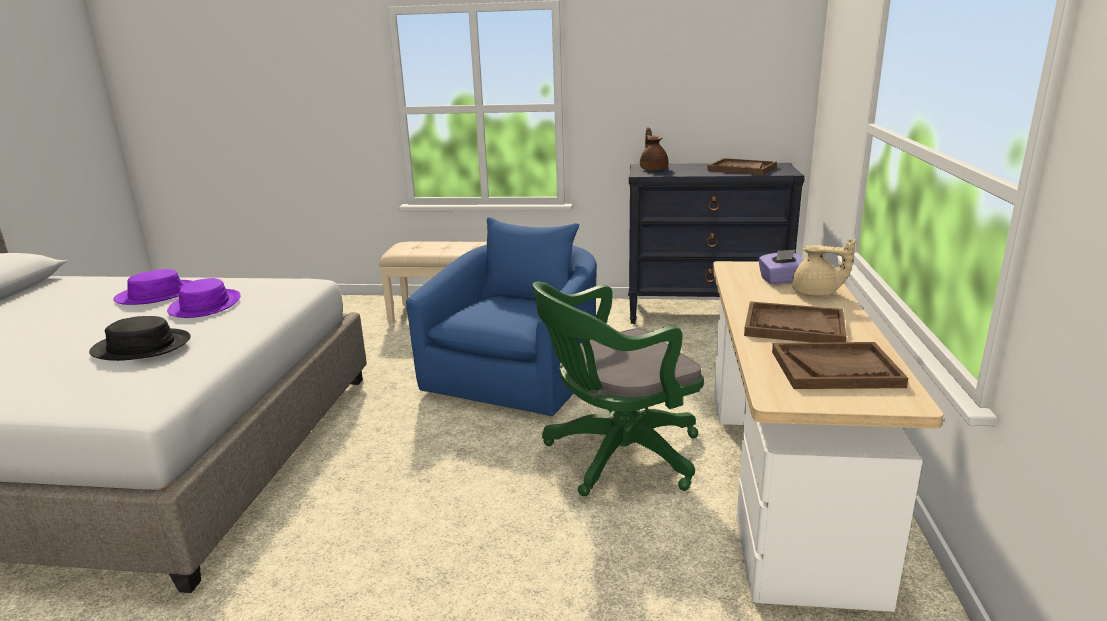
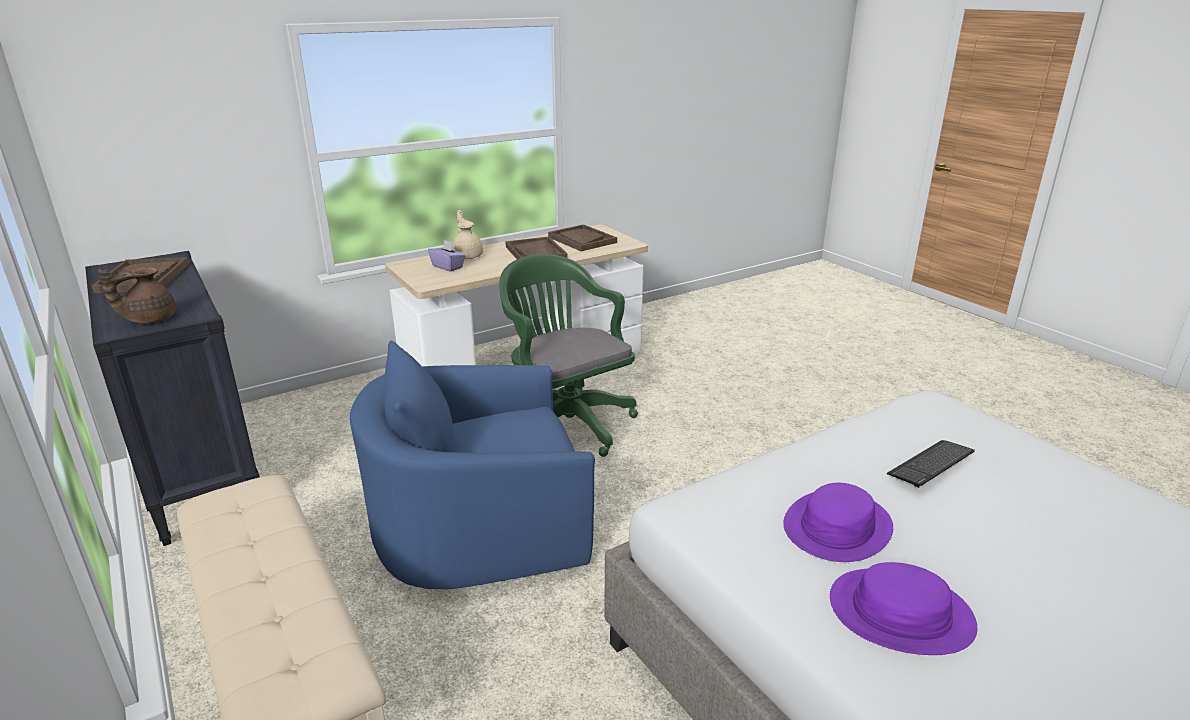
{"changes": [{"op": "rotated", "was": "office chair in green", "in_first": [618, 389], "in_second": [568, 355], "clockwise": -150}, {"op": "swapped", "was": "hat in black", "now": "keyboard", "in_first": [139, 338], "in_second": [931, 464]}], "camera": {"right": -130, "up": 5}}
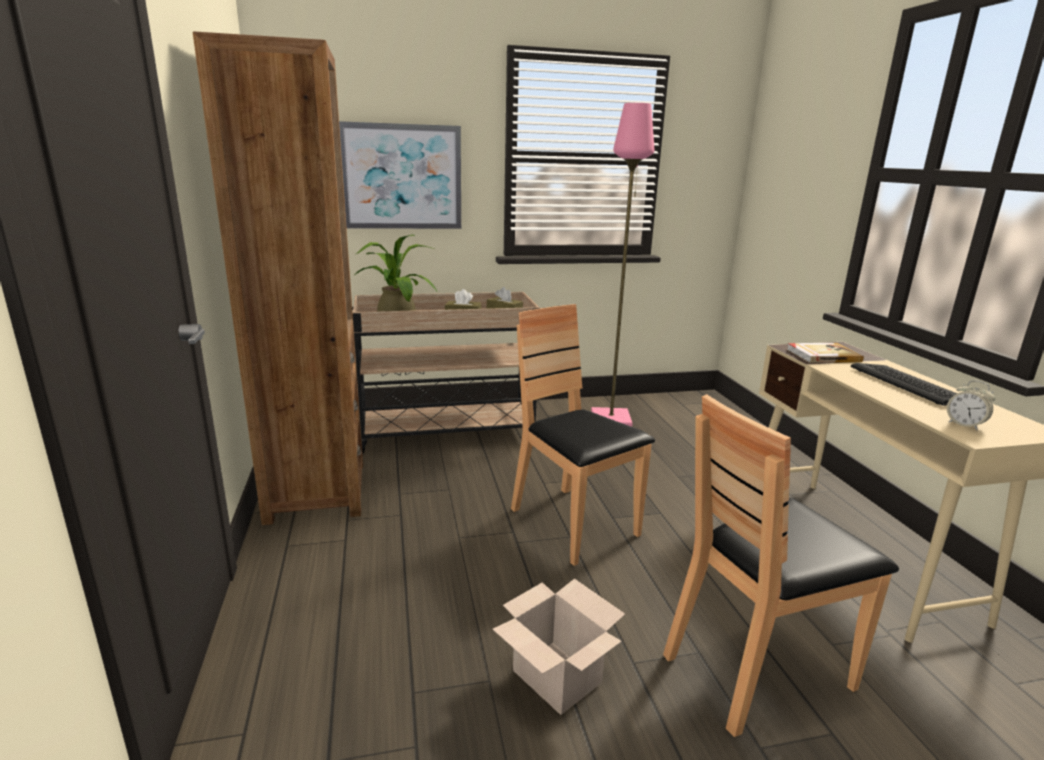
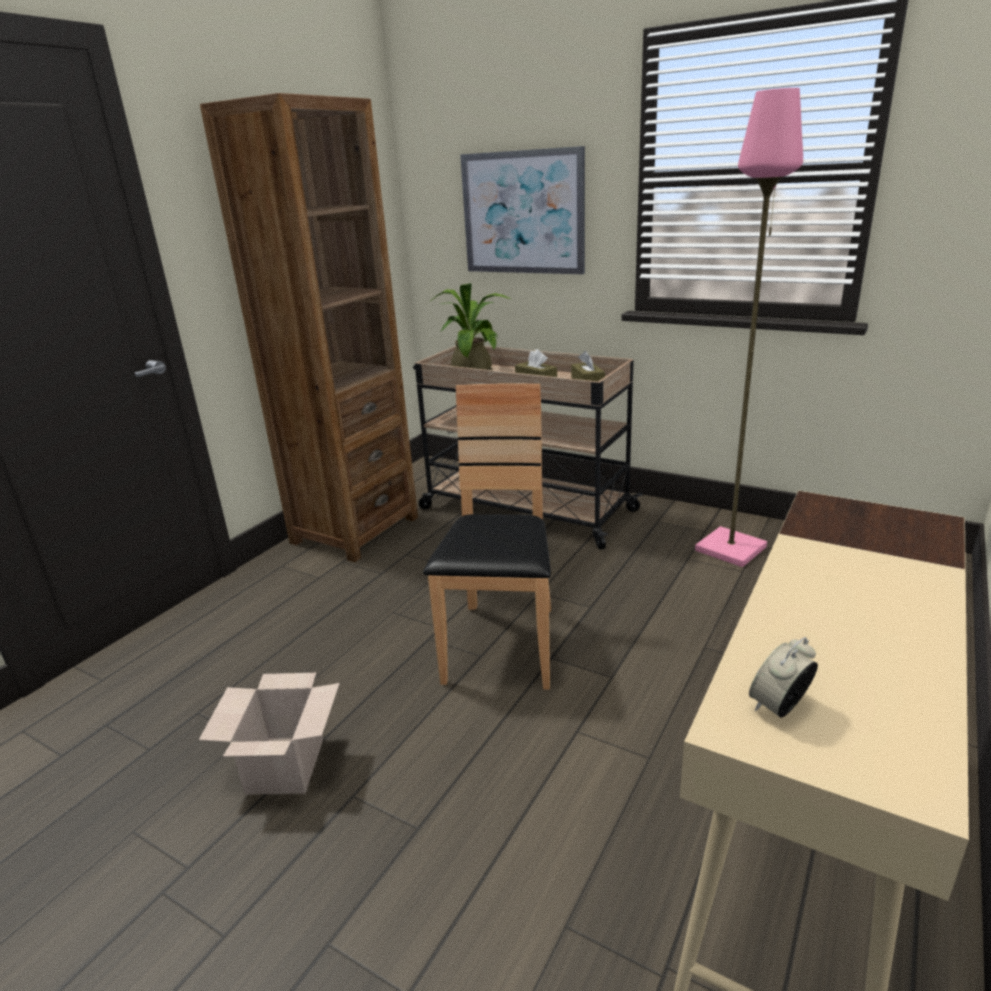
{"changes": [{"op": "gone", "was": "book", "in_first": [825, 353]}, {"op": "gone", "was": "keyboard", "in_first": [903, 384]}, {"op": "rotated", "was": "alarm clock", "in_first": [971, 405], "in_second": [783, 677], "clockwise": 45}, {"op": "gone", "was": "chair in brown", "in_first": [781, 565]}], "camera": {"right": 45, "up": 5}}
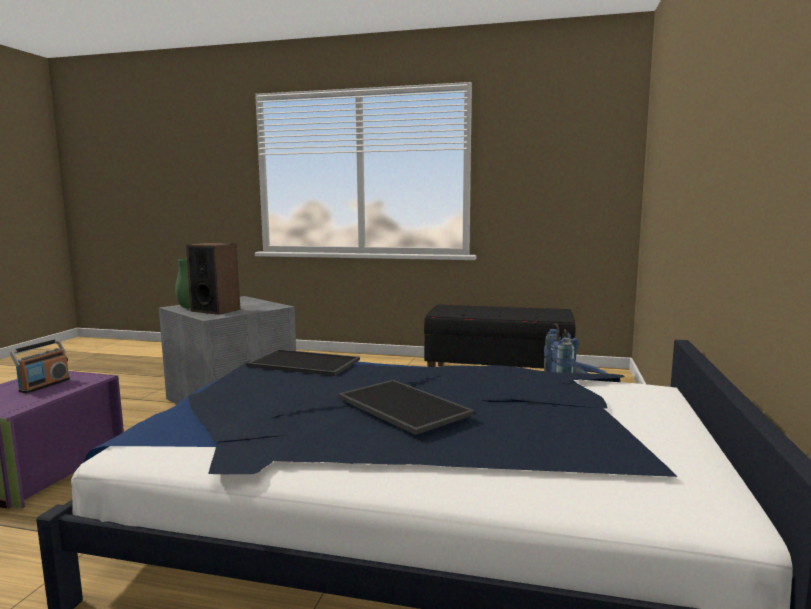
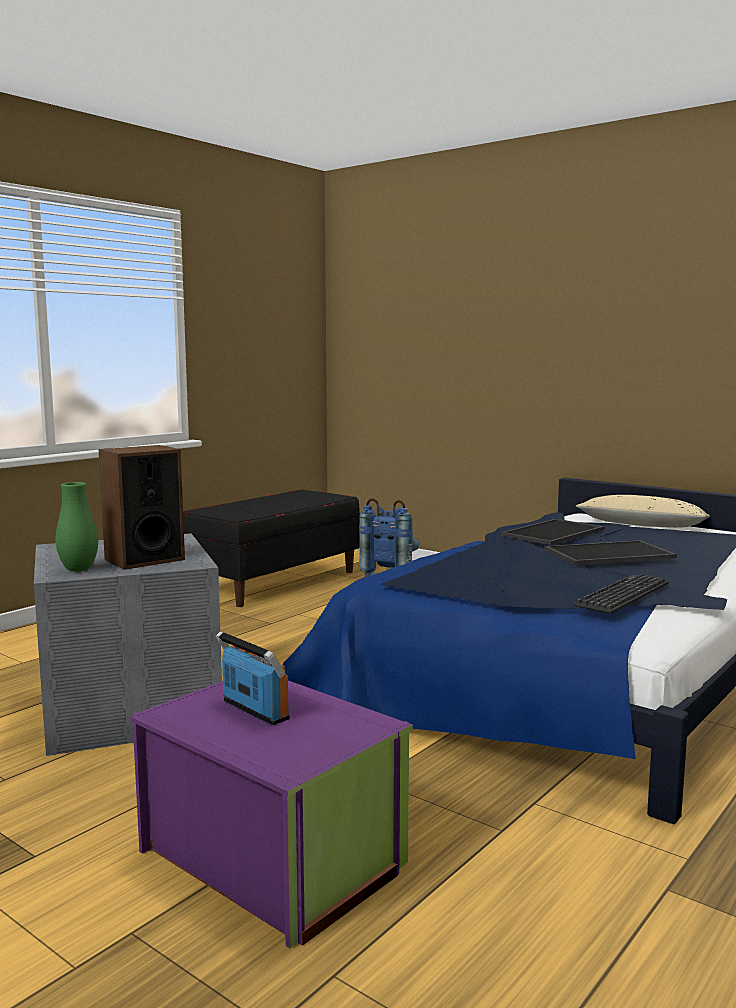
{"changes": [{"op": "shifted", "was": "tray", "in_first": [303, 362], "in_second": [553, 532]}, {"op": "new", "now": "pillow in beige", "in_second": [643, 511]}, {"op": "new", "now": "keyboard", "in_second": [621, 593]}], "camera": {"right": -65, "up": 0}}
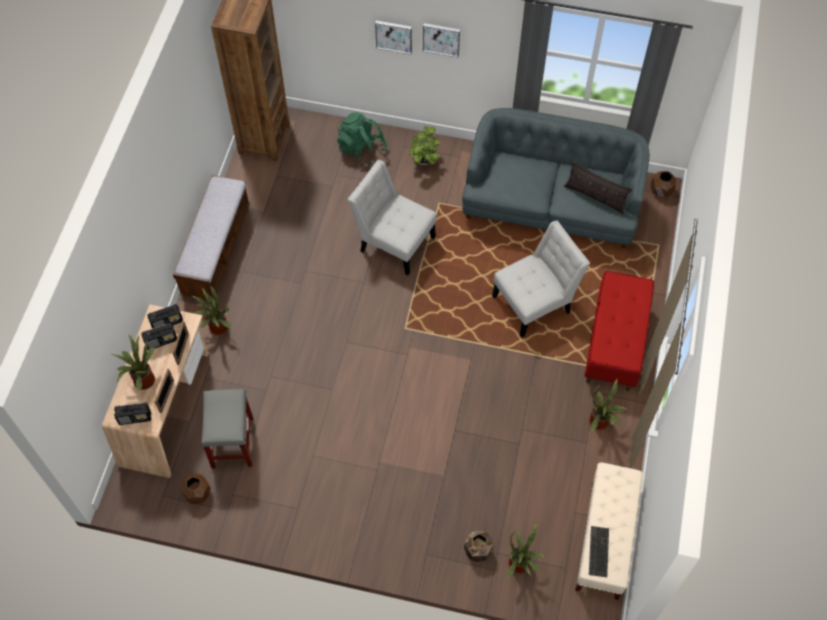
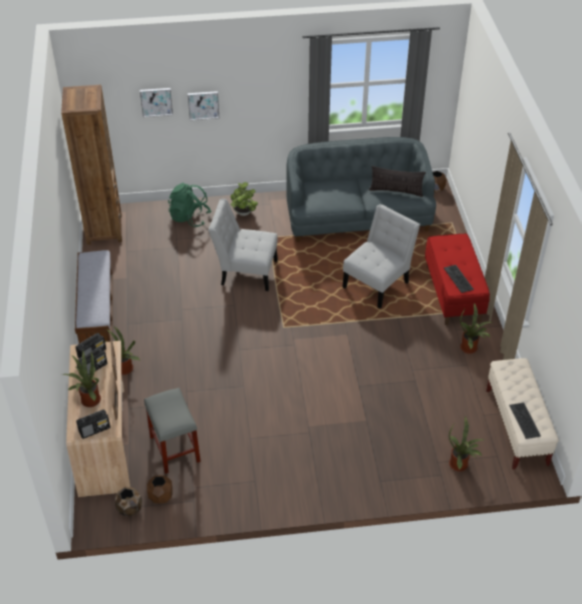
{"changes": [{"op": "shifted", "was": "picture", "in_first": [441, 40], "in_second": [156, 102]}, {"op": "shifted", "was": "planter in brown", "in_first": [479, 546], "in_second": [128, 501]}, {"op": "new", "now": "keyboard", "in_second": [459, 279]}], "camera": {"right": -20, "up": -15}}
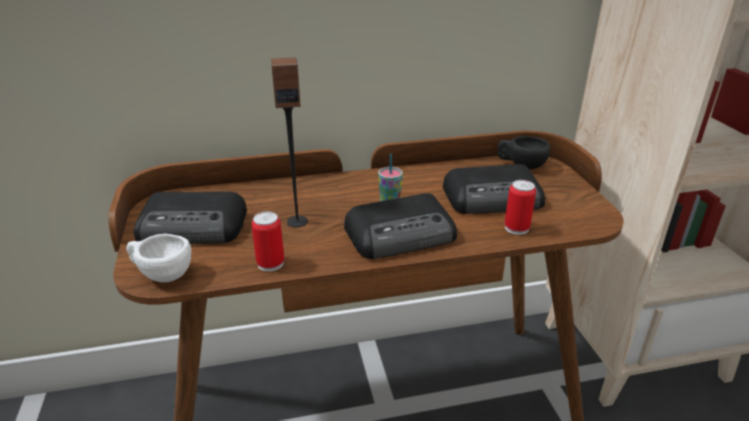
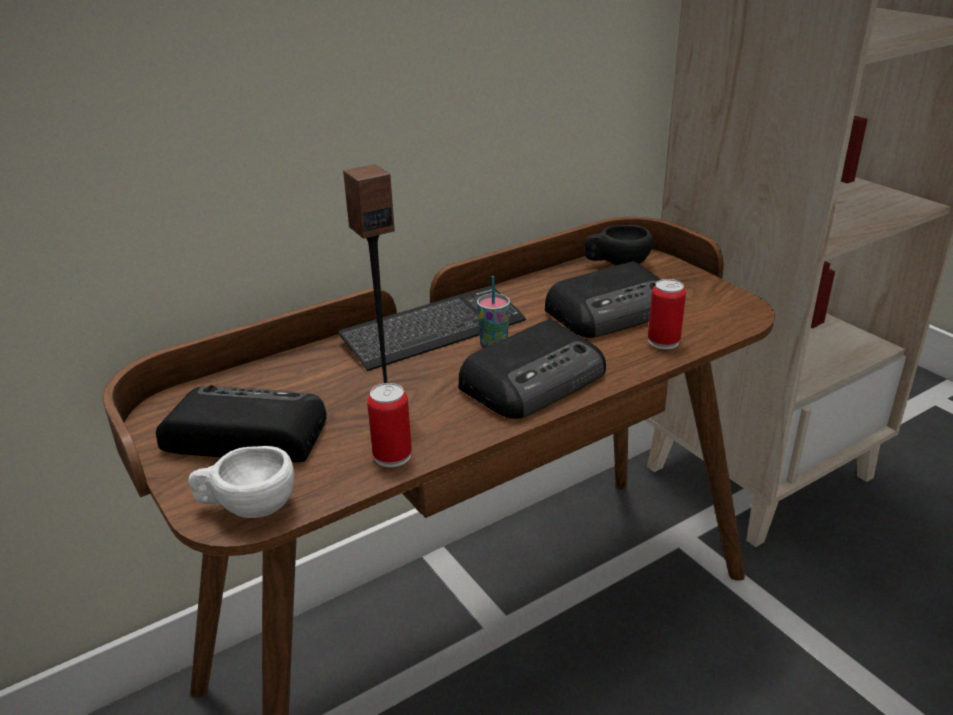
{"changes": [{"op": "rotated", "was": "radio", "in_first": [190, 218], "in_second": [241, 423], "clockwise": -150}, {"op": "new", "now": "keyboard", "in_second": [432, 328]}], "camera": {"right": -20, "up": 0}}
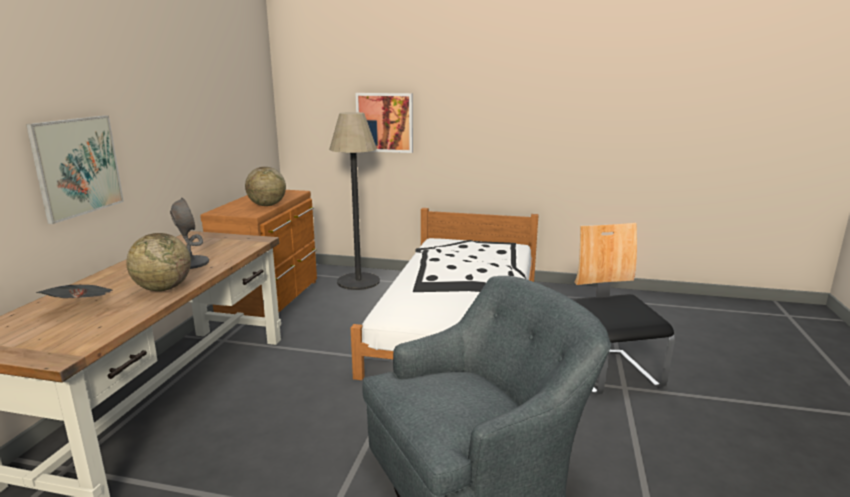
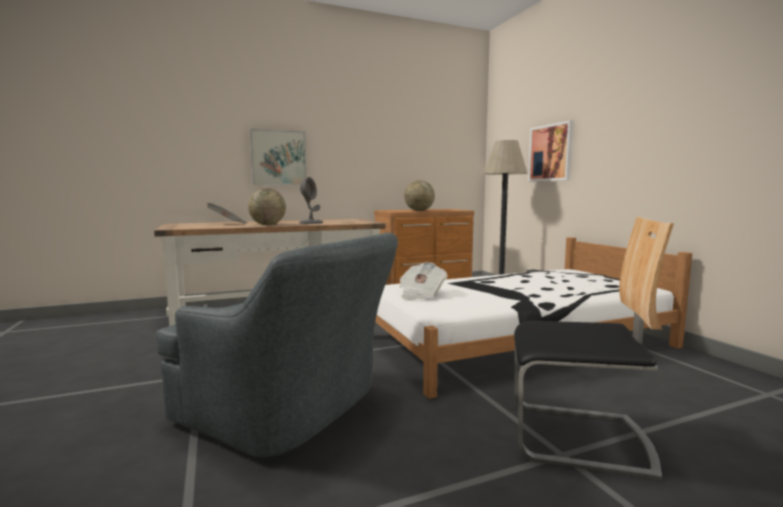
{"changes": [{"op": "rotated", "was": "chair", "in_first": [624, 309], "in_second": [594, 348], "clockwise": 60}, {"op": "new", "now": "newspaper", "in_second": [423, 281]}], "camera": {"right": 55, "up": -10}}
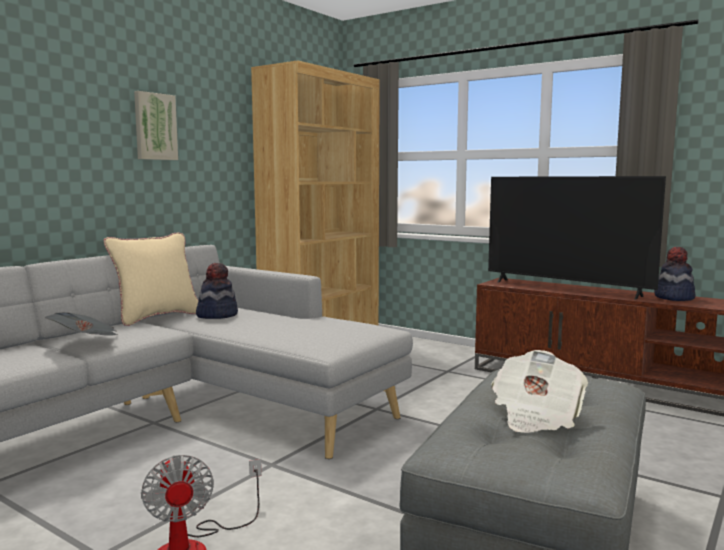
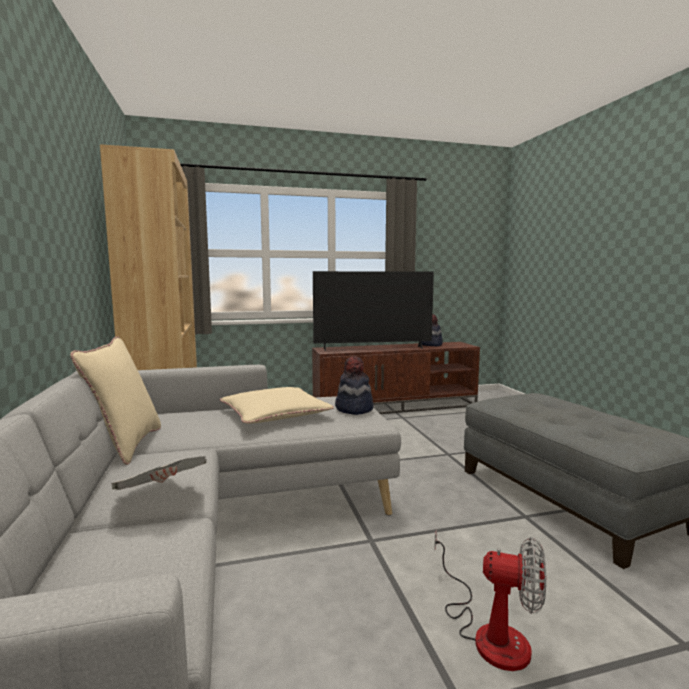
{"changes": [{"op": "gone", "was": "picture", "in_first": [156, 125]}, {"op": "shifted", "was": "hat", "in_first": [217, 291], "in_second": [354, 385]}, {"op": "gone", "was": "newspaper", "in_first": [539, 391]}, {"op": "new", "now": "pillow in beige", "in_second": [277, 405]}], "camera": {"right": -50, "up": 0}}
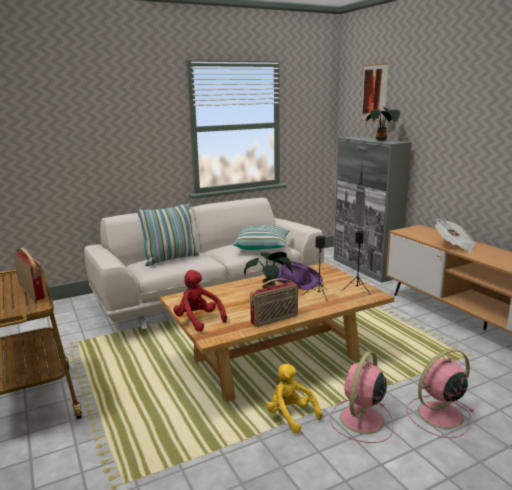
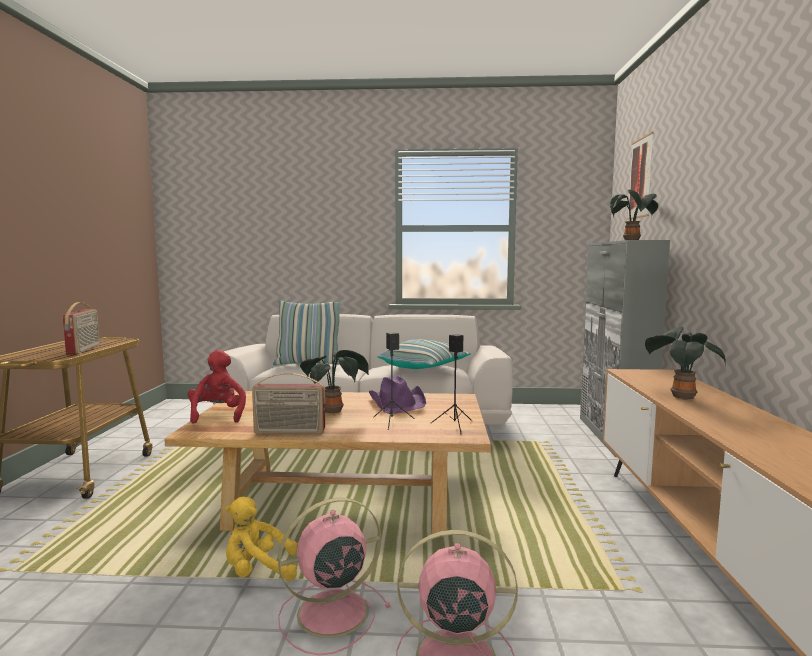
{"changes": [{"op": "swapped", "was": "newspaper", "now": "potted plant", "in_first": [455, 235], "in_second": [685, 363]}, {"op": "rotated", "was": "plush toy in yellow", "in_first": [294, 399], "in_second": [261, 539], "clockwise": -90}], "camera": {"right": 30, "up": -10}}
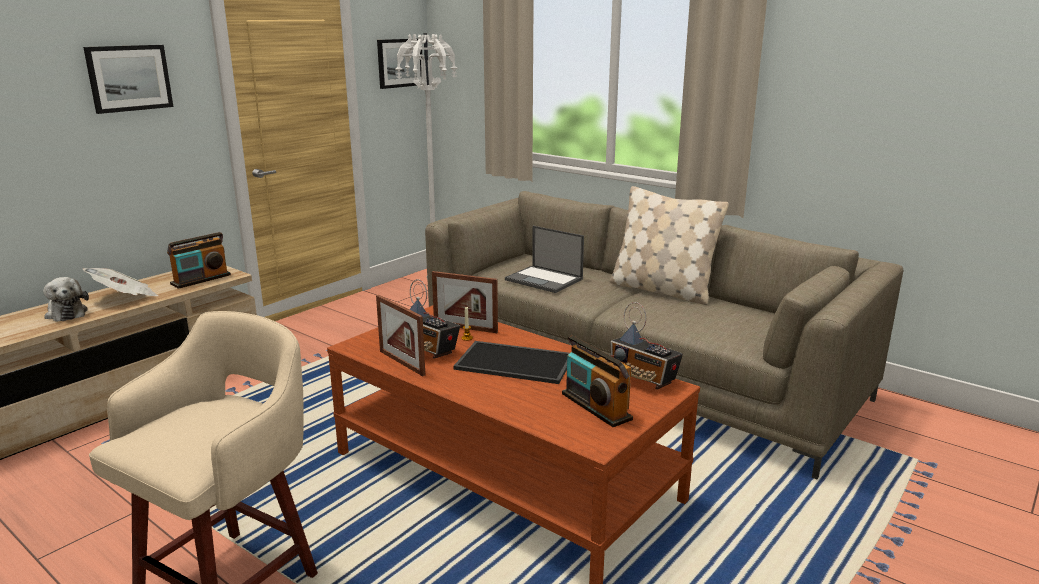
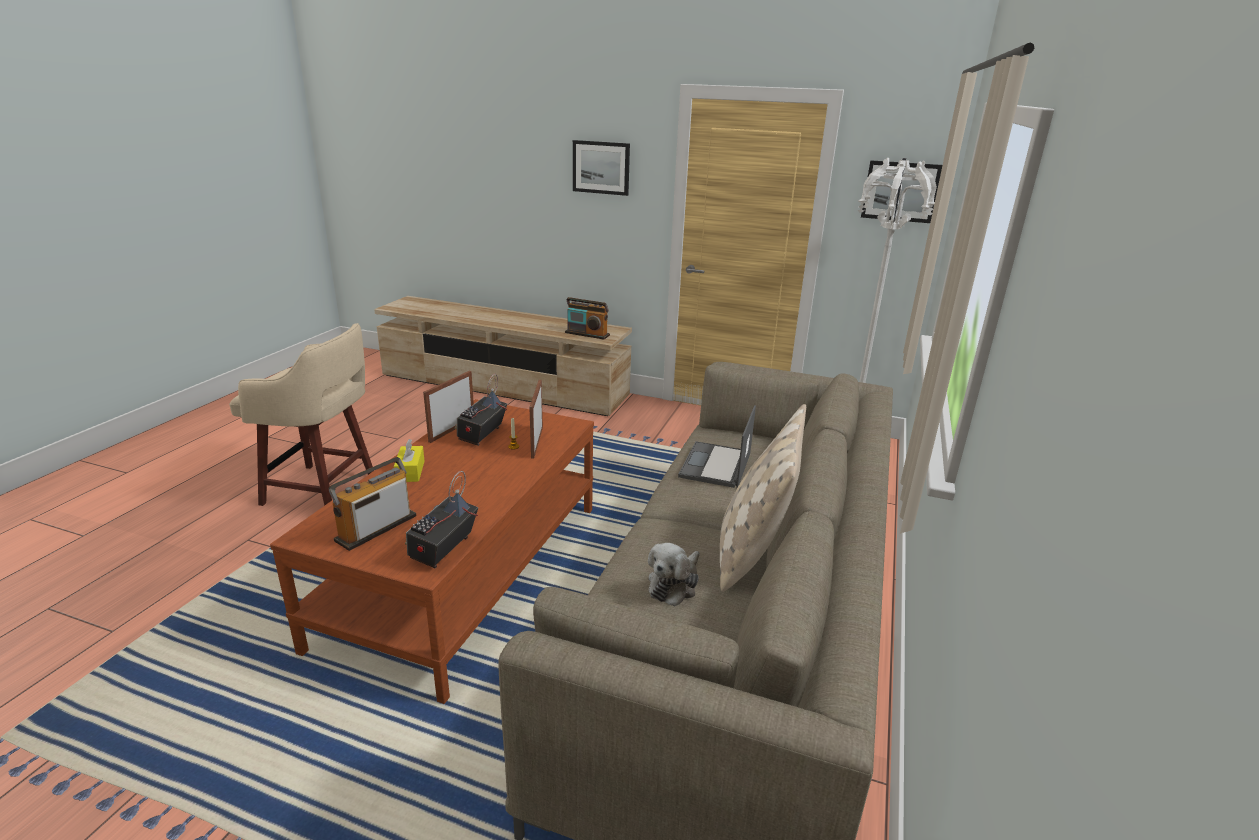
{"changes": [{"op": "gone", "was": "newspaper", "in_first": [120, 282]}, {"op": "shifted", "was": "plush toy", "in_first": [66, 299], "in_second": [674, 575]}, {"op": "gone", "was": "tray", "in_first": [511, 362]}, {"op": "new", "now": "tissue box in yellow", "in_second": [409, 460]}], "camera": {"right": 70, "up": 5}}
